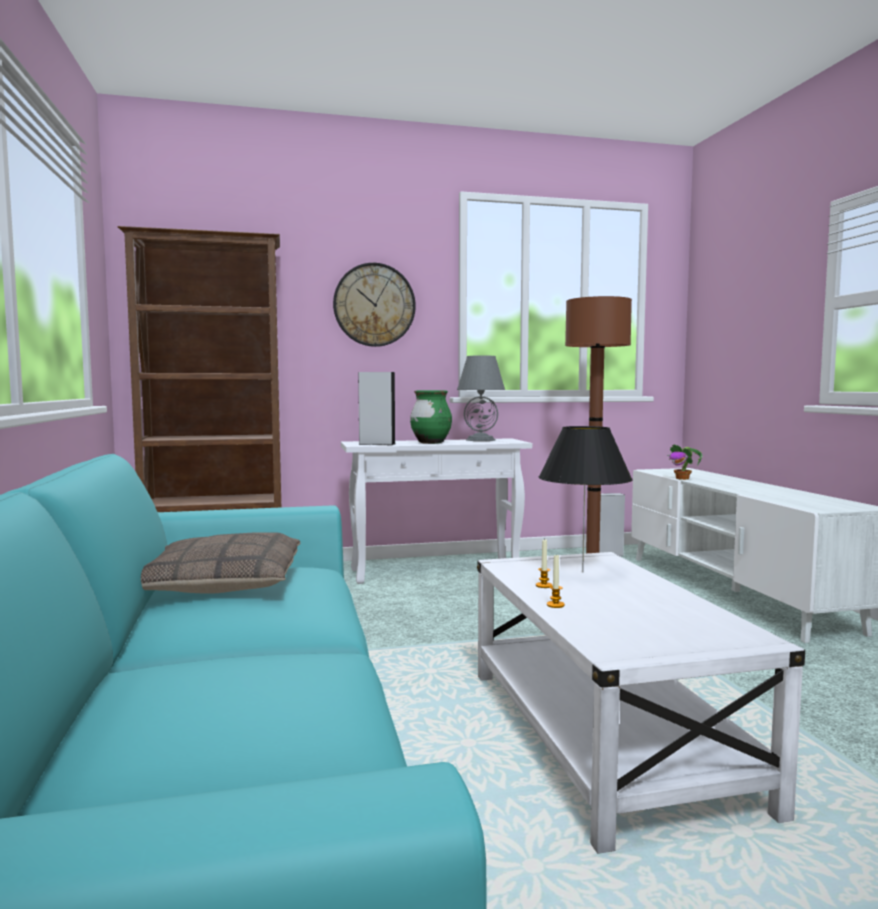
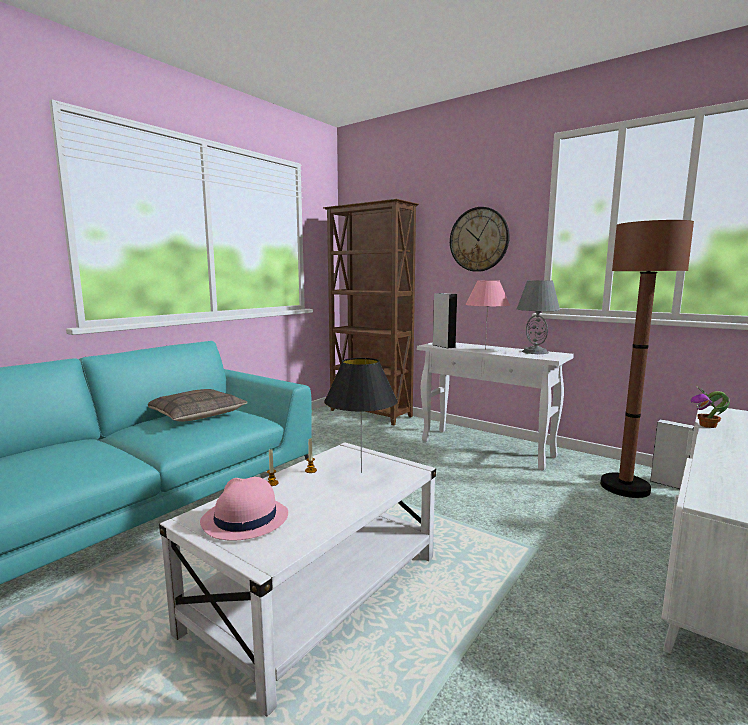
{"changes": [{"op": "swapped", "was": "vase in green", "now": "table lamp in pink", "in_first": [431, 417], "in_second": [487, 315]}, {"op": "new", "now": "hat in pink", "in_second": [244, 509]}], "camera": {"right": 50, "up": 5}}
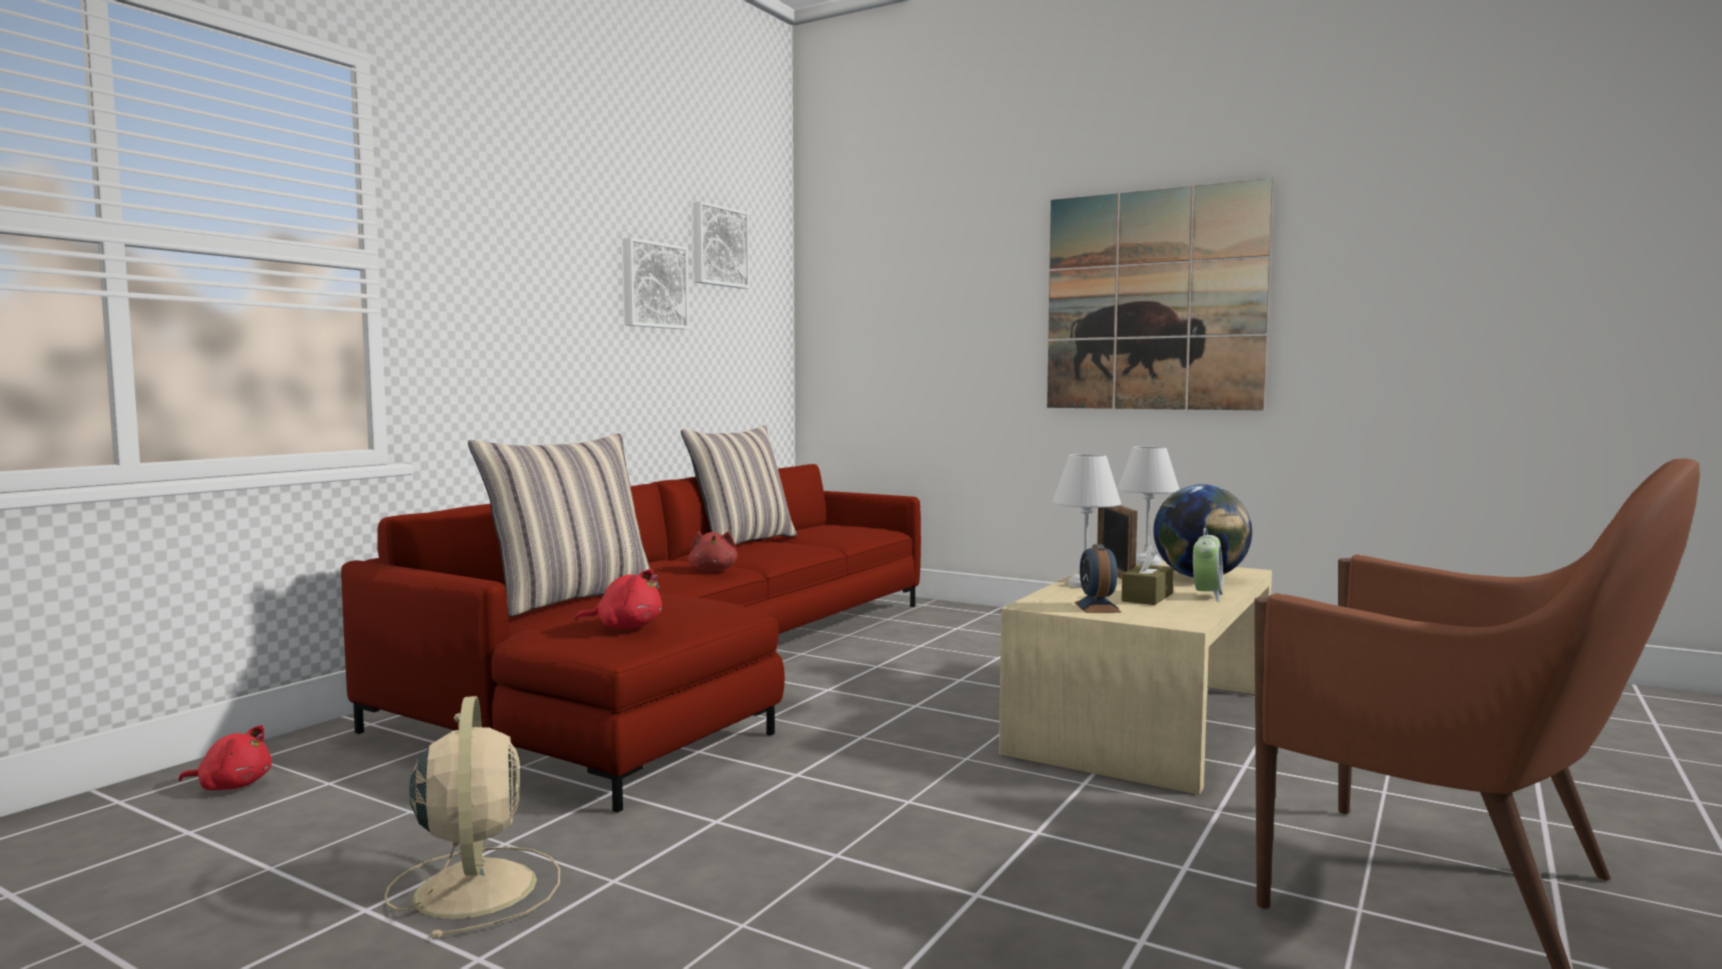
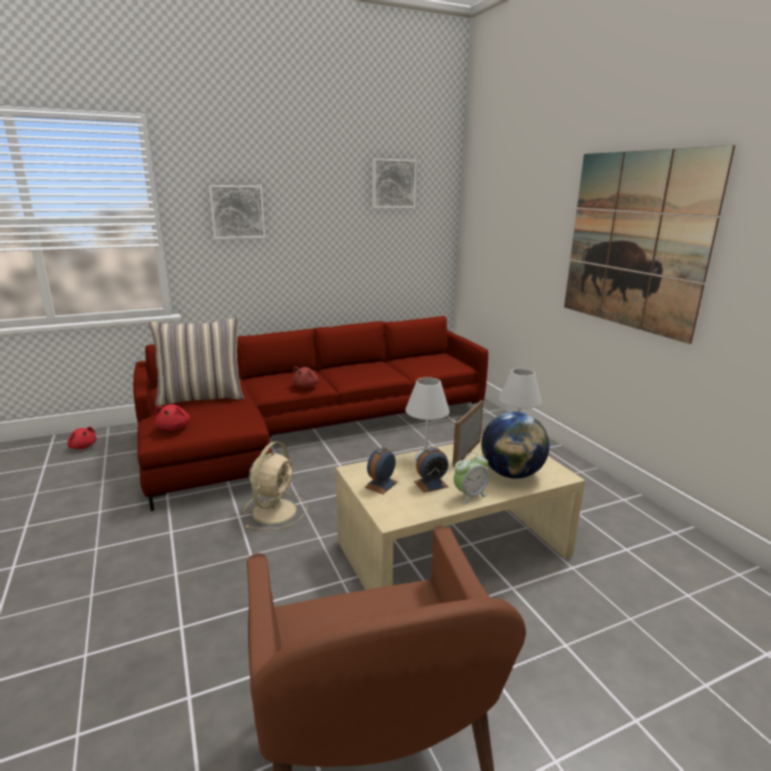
{"changes": [{"op": "shifted", "was": "picture", "in_first": [656, 283], "in_second": [237, 212]}, {"op": "gone", "was": "pillow", "in_first": [739, 485]}, {"op": "swapped", "was": "tissue box in brown", "now": "alarm clock", "in_first": [1147, 574], "in_second": [431, 470]}, {"op": "rotated", "was": "plush toy in red", "in_first": [618, 599], "in_second": [172, 417], "clockwise": 45}, {"op": "shifted", "was": "fan in beige", "in_first": [472, 817], "in_second": [276, 485]}], "camera": {"right": 35, "up": 15}}
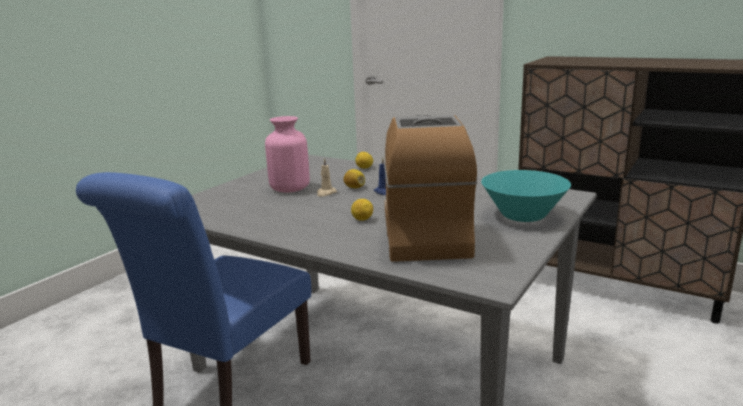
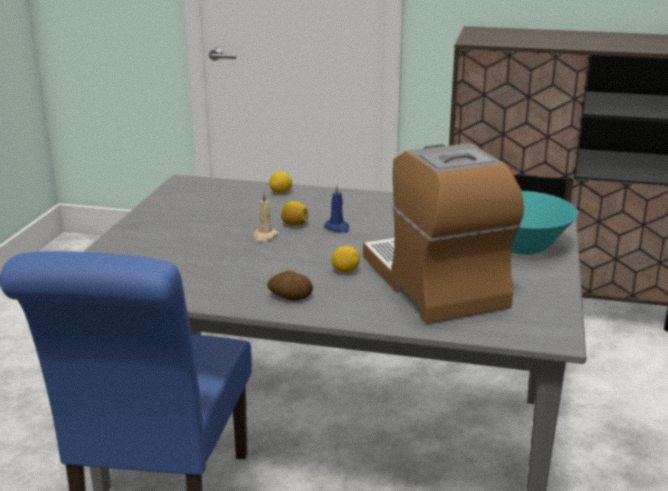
{"changes": [{"op": "gone", "was": "vase in pink", "in_first": [287, 154]}, {"op": "new", "now": "potato", "in_second": [290, 285]}], "camera": {"right": -20, "up": 5}}
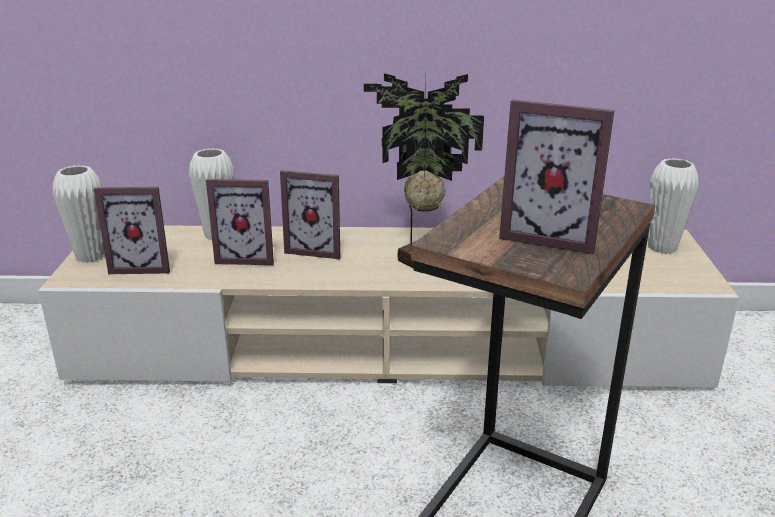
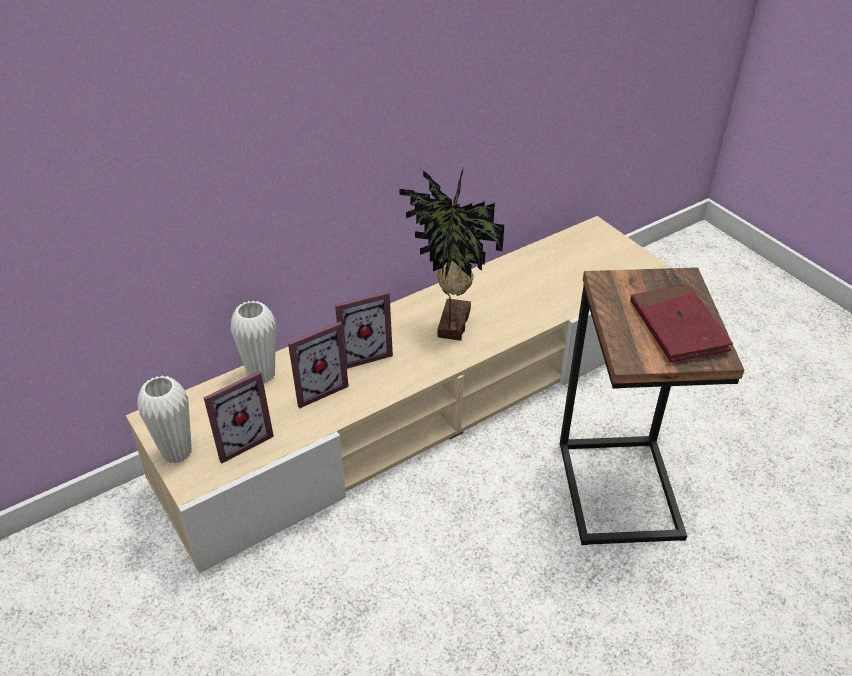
{"changes": [{"op": "swapped", "was": "picture frame", "now": "book in red", "in_first": [556, 177], "in_second": [681, 323]}, {"op": "gone", "was": "vase in white", "in_first": [673, 206]}], "camera": {"right": -35, "up": 15}}
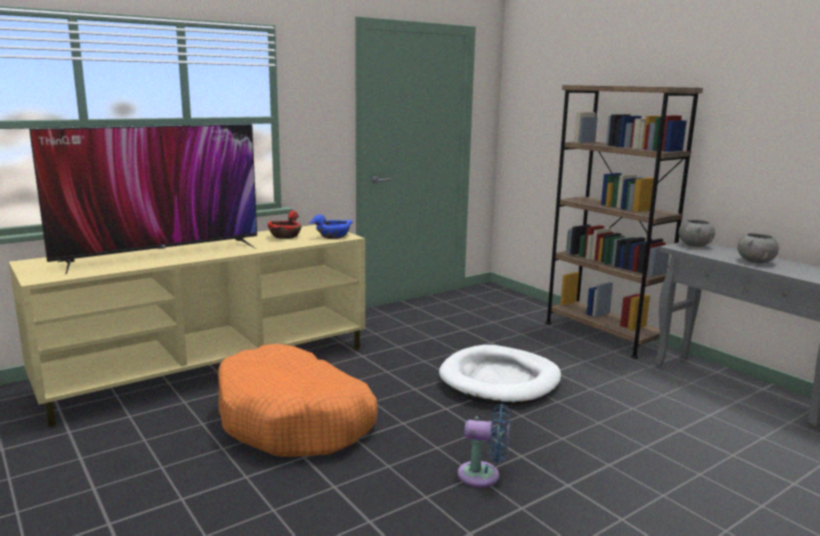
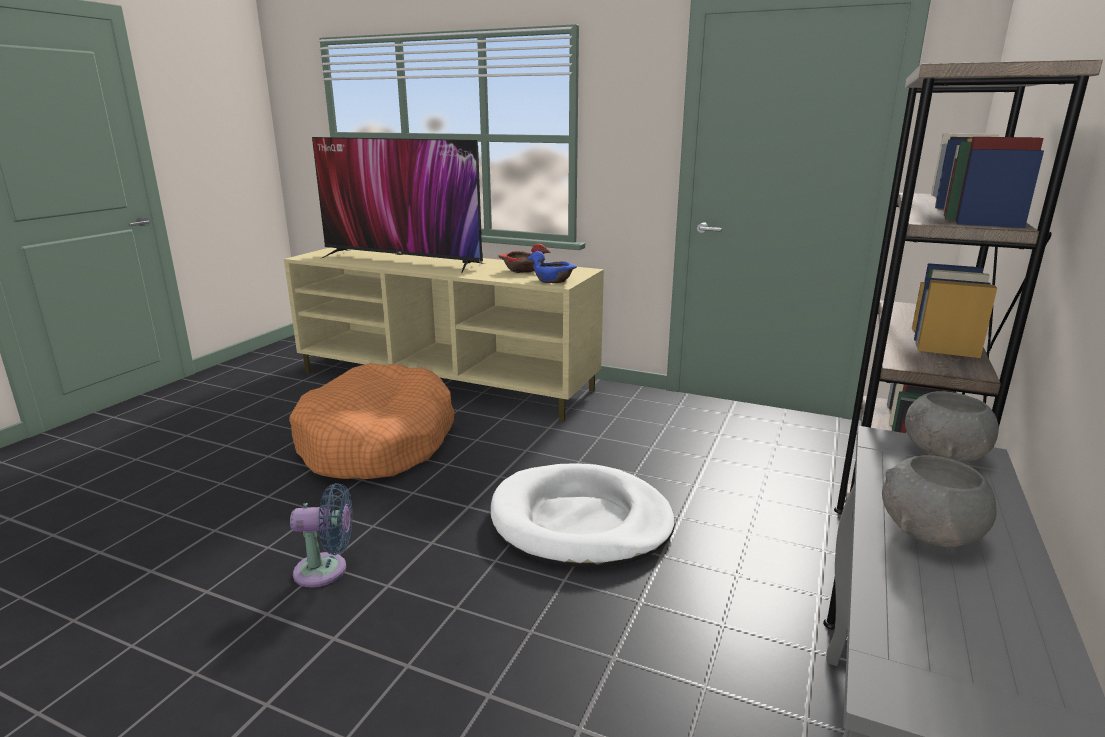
{"changes": [{"op": "rotated", "was": "fan in blue", "in_first": [484, 445], "in_second": [321, 535], "clockwise": -75}], "camera": {"right": 60, "up": 5}}
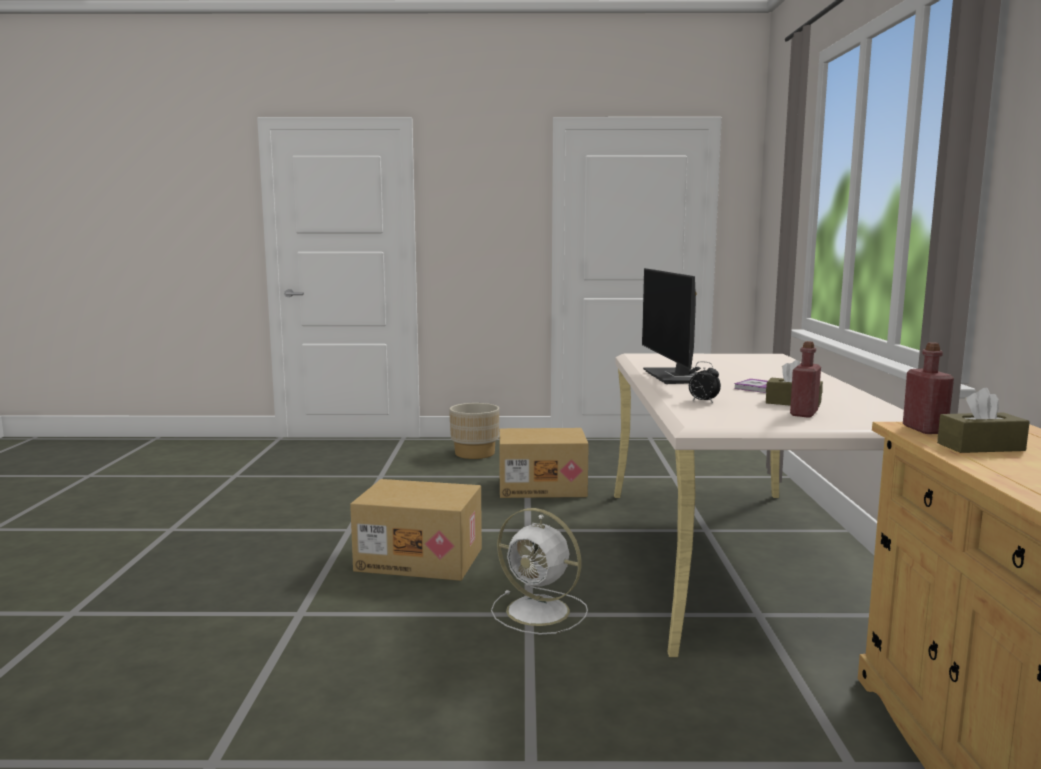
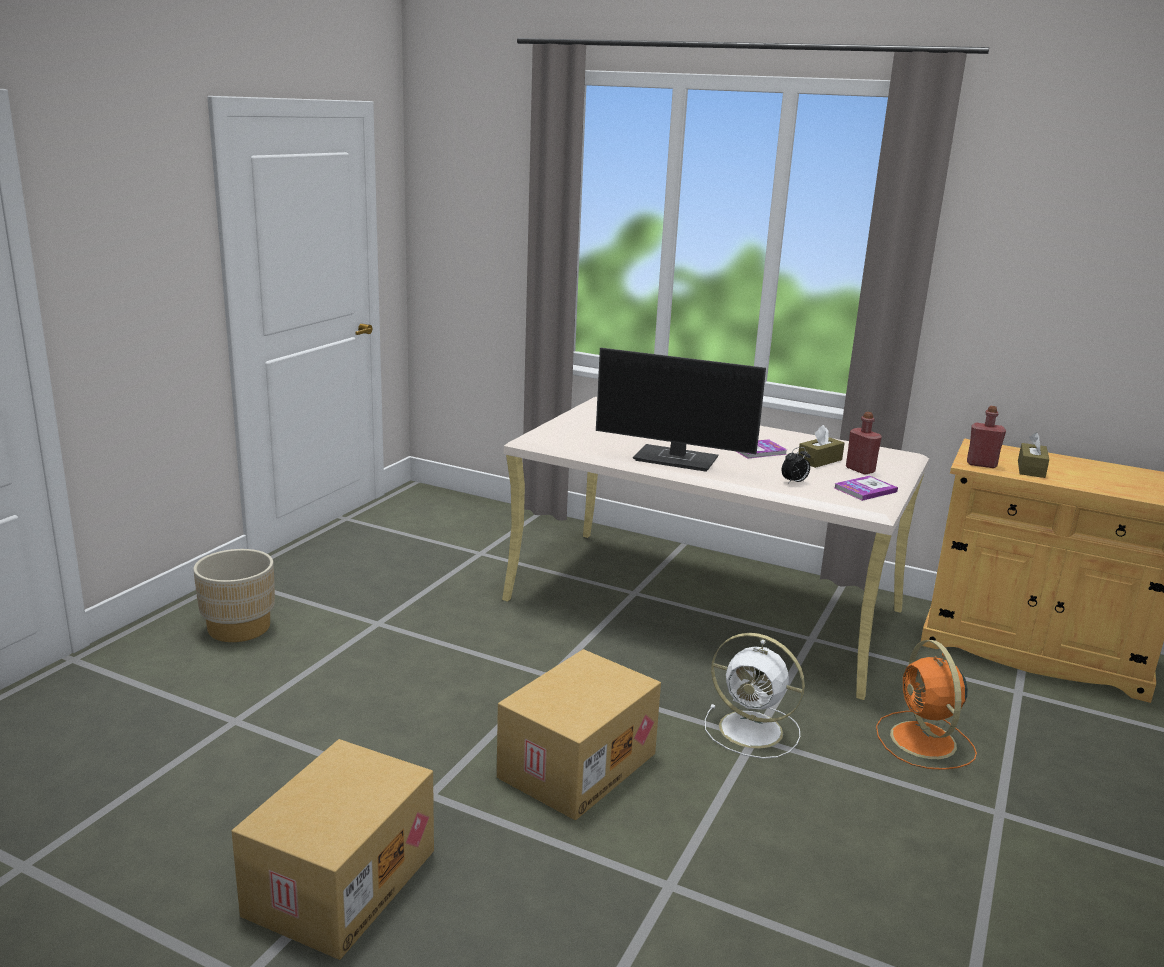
{"changes": [{"op": "shifted", "was": "cardboard box", "in_first": [544, 463], "in_second": [333, 849]}, {"op": "rotated", "was": "fan in white", "in_first": [539, 571], "in_second": [755, 696], "clockwise": 60}, {"op": "new", "now": "book", "in_second": [866, 488]}, {"op": "new", "now": "fan in orange", "in_second": [926, 705]}], "camera": {"right": -65, "up": 10}}
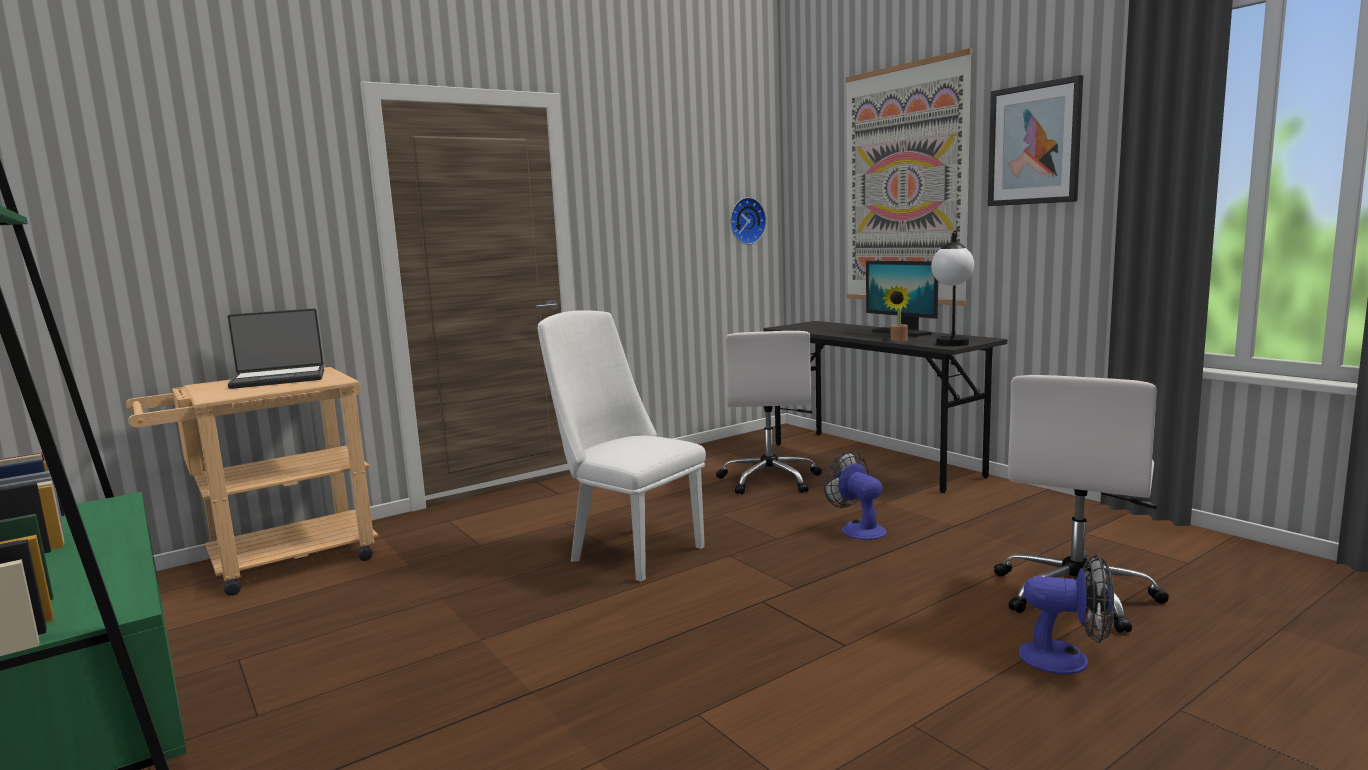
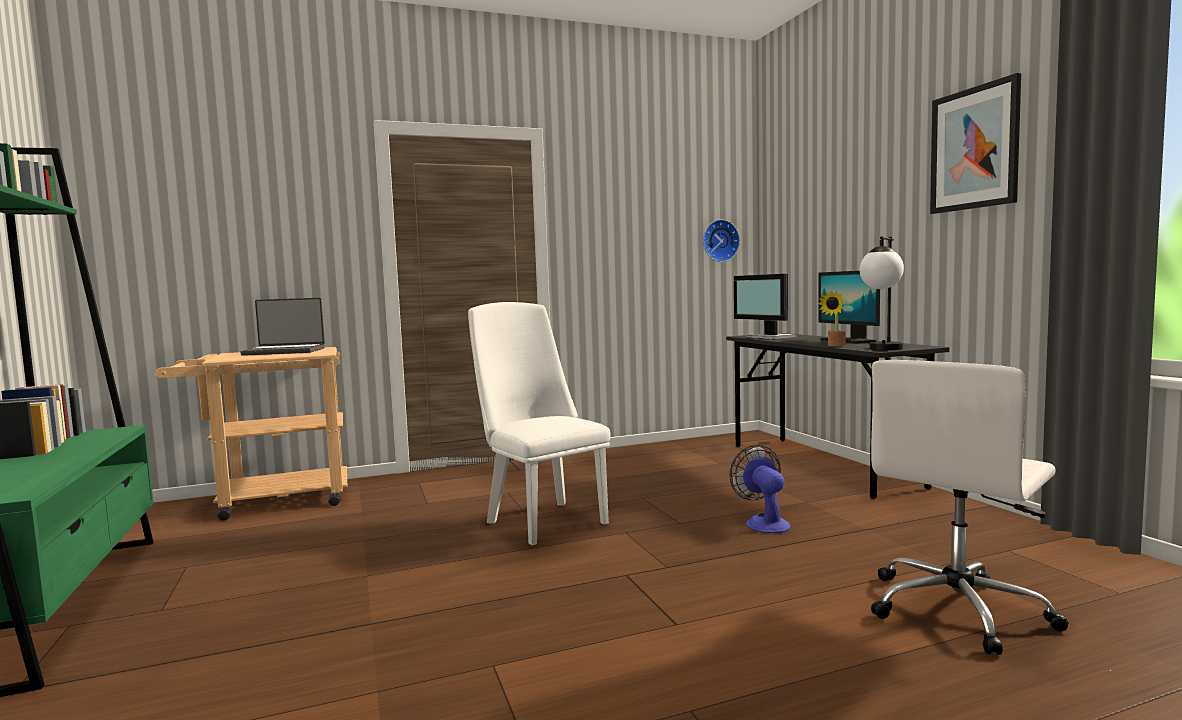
{"changes": [{"op": "gone", "was": "picture", "in_first": [908, 177]}, {"op": "gone", "was": "office chair in white", "in_first": [769, 413]}, {"op": "gone", "was": "fan", "in_first": [1066, 614]}, {"op": "new", "now": "monitor", "in_second": [765, 306]}], "camera": {"right": 15, "up": -5}}
